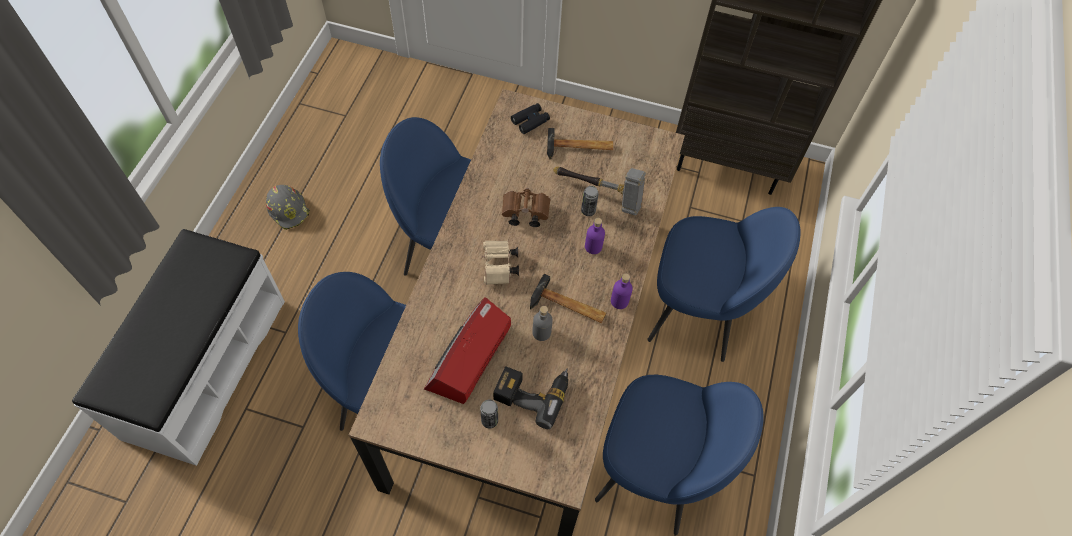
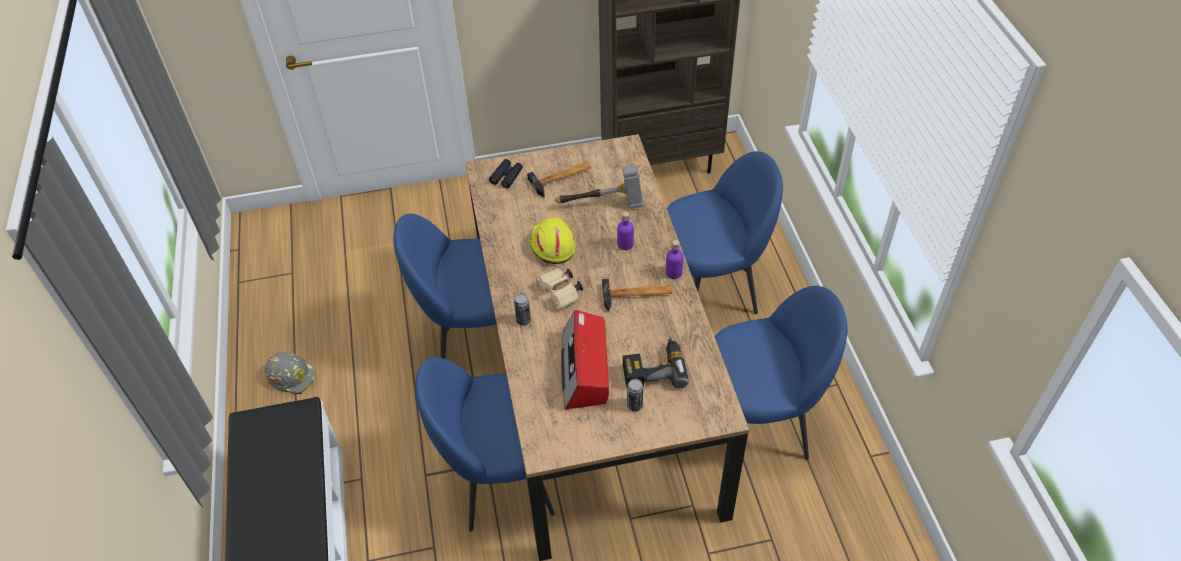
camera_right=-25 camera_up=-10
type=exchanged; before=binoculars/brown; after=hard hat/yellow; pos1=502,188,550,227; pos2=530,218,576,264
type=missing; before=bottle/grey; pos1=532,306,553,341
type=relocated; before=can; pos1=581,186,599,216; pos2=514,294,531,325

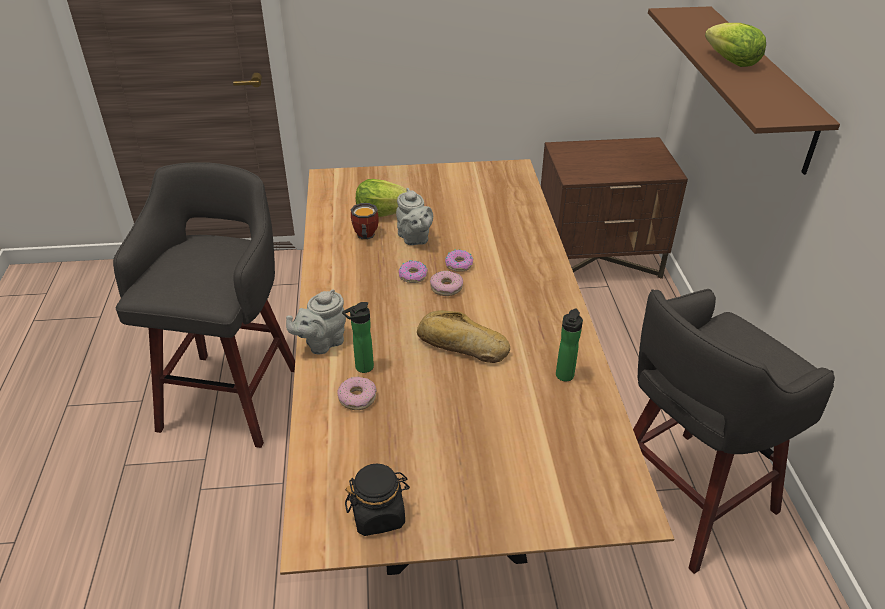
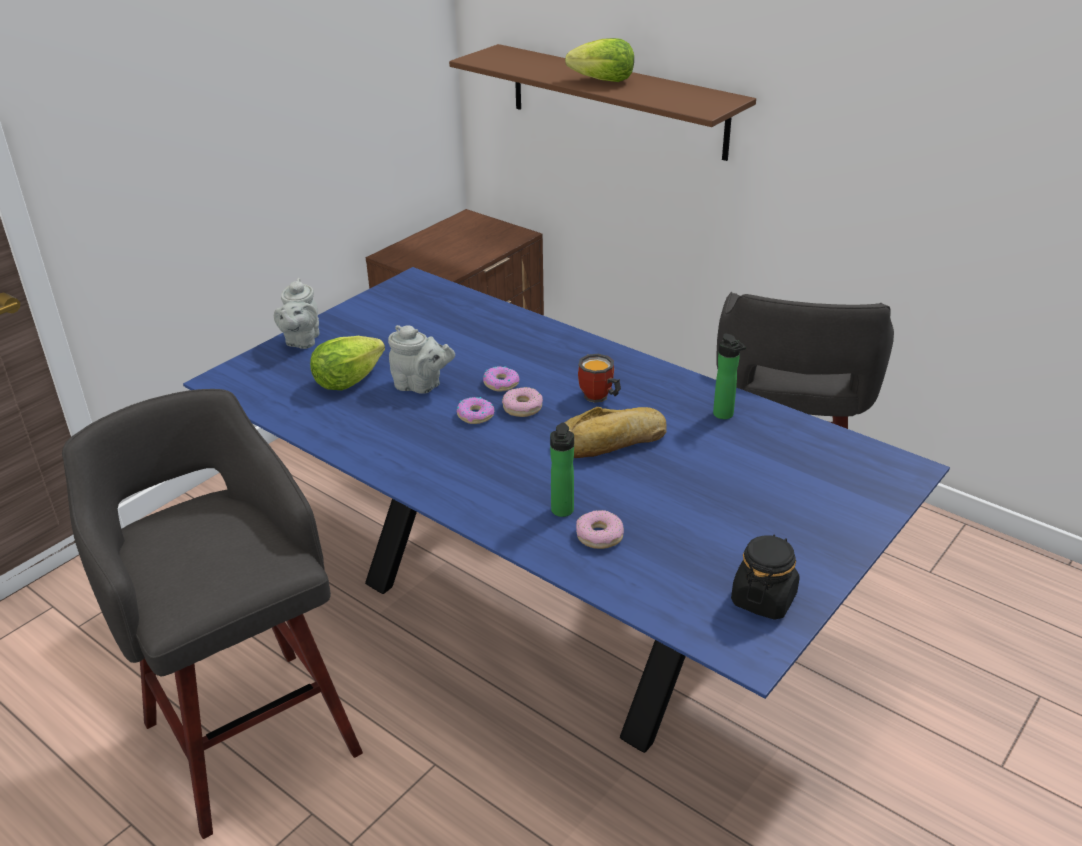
camera_right=-45 camera_up=-5
type=colour; before=dining table/brown; after=dining table/blue; pos1=280,159,674,575; pos2=183,267,950,753
type=relocated; before=teapot/grey; pos1=286,289,346,355; pos2=274,278,320,349
type=relocated; before=mug; pos1=351,203,379,240; pos2=578,354,621,403

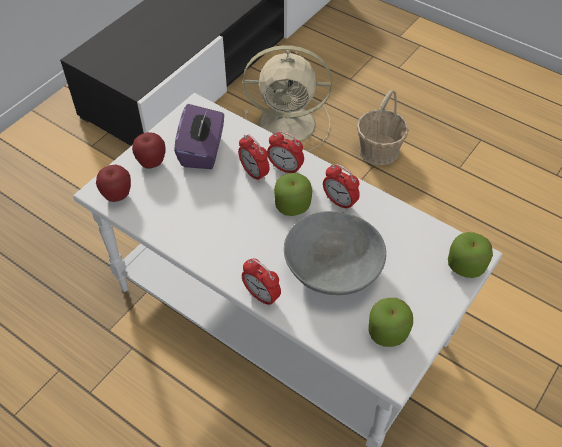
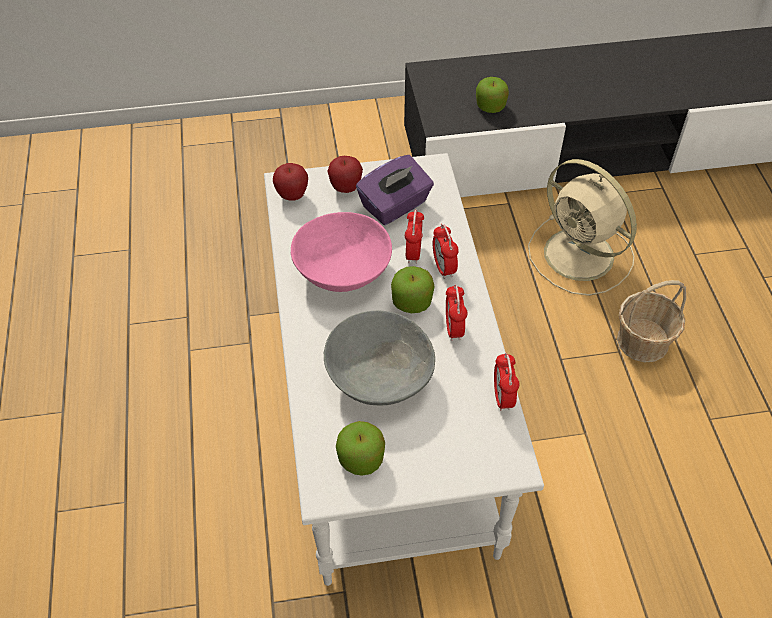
camera_right=45 camera_up=0
type=relocated; before=alarm clock; pos1=242,259,281,307; pos2=494,353,520,411
type=relocated; before=apple; pos1=448,232,493,278; pos2=476,77,509,113
type=appeared; after=bowl/pink; pos2=291,212,392,292

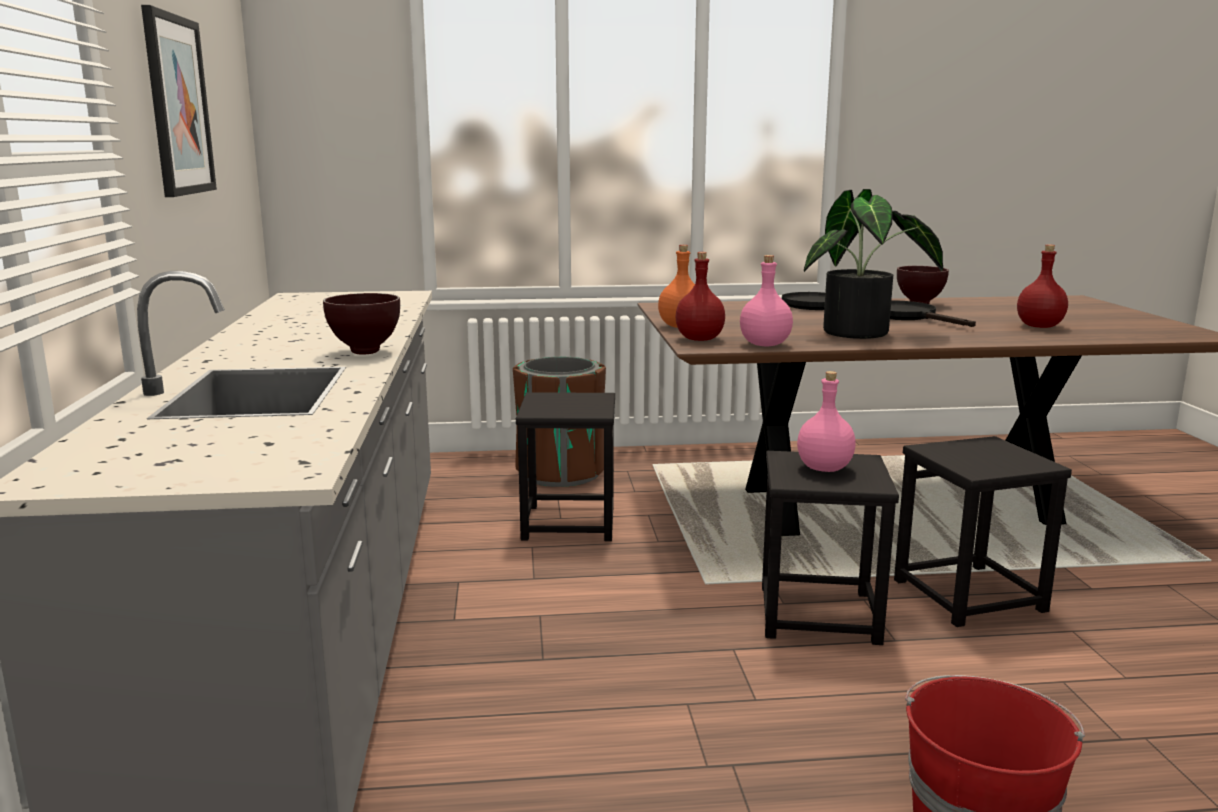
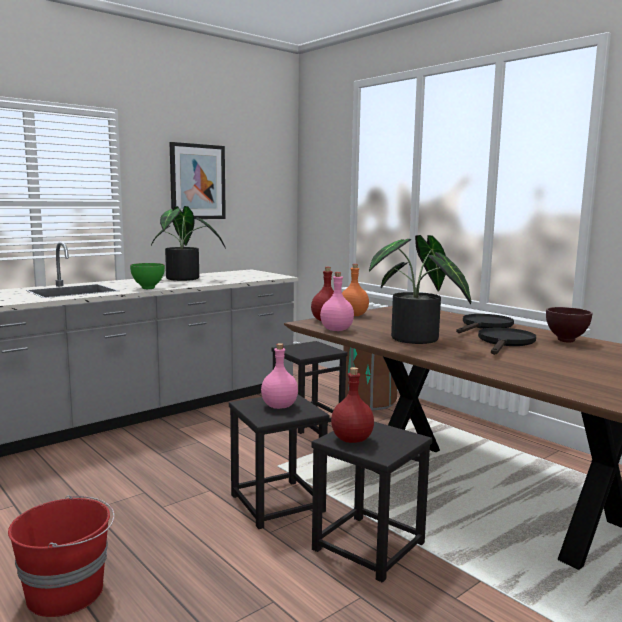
camera_right=55 camera_up=-5
type=colour; before=bowl/brown; after=bowl/green; pos1=323,293,400,354; pos2=130,263,165,289
type=relocated; before=bottle/red; pos1=1017,245,1068,328; pos2=331,367,374,443
type=appeared; after=potted plant; pos2=151,206,226,281

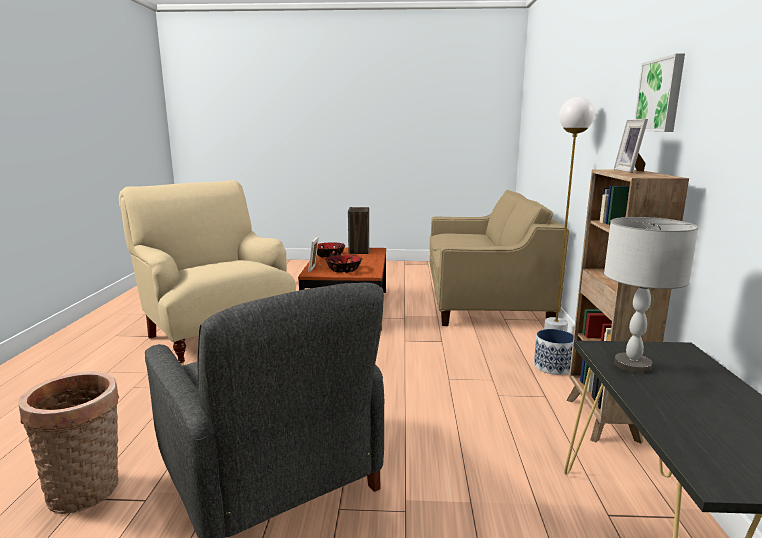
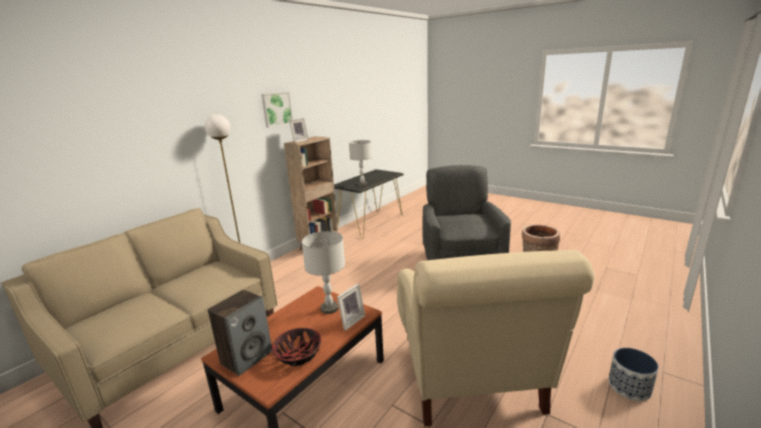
camera_right=-145 camera_up=5
type=exchanged; before=bowl; after=table lamp/grey; pos1=325,255,362,273; pos2=302,231,345,314
type=relocated; before=planter; pos1=534,329,574,375; pos2=608,348,659,401

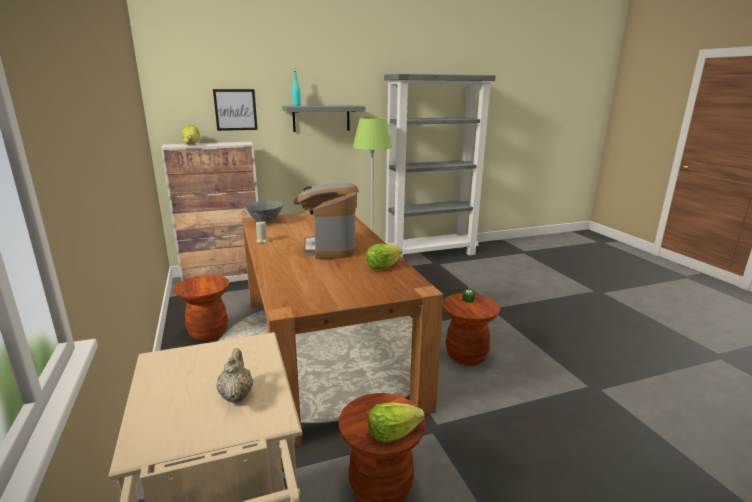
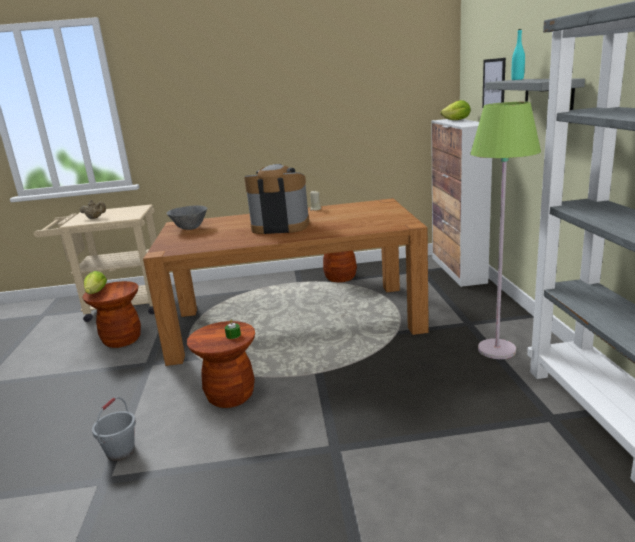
camera_right=105 camera_up=0
type=relocated; before=bowl/grey; pos1=244,201,284,223; pos2=166,205,207,230
type=missing; before=lettuce; pos1=366,244,402,270
type=appeared; after=bucket/grey; pos2=92,397,136,461

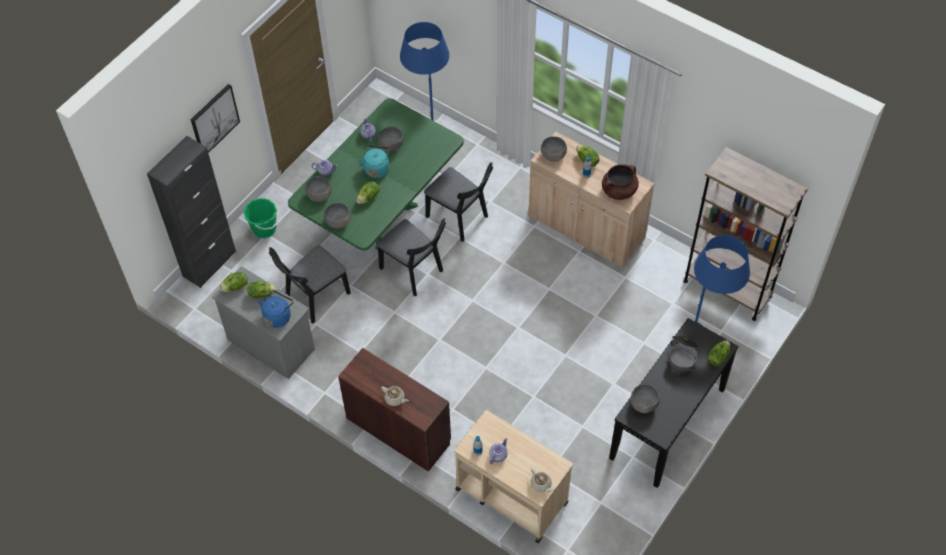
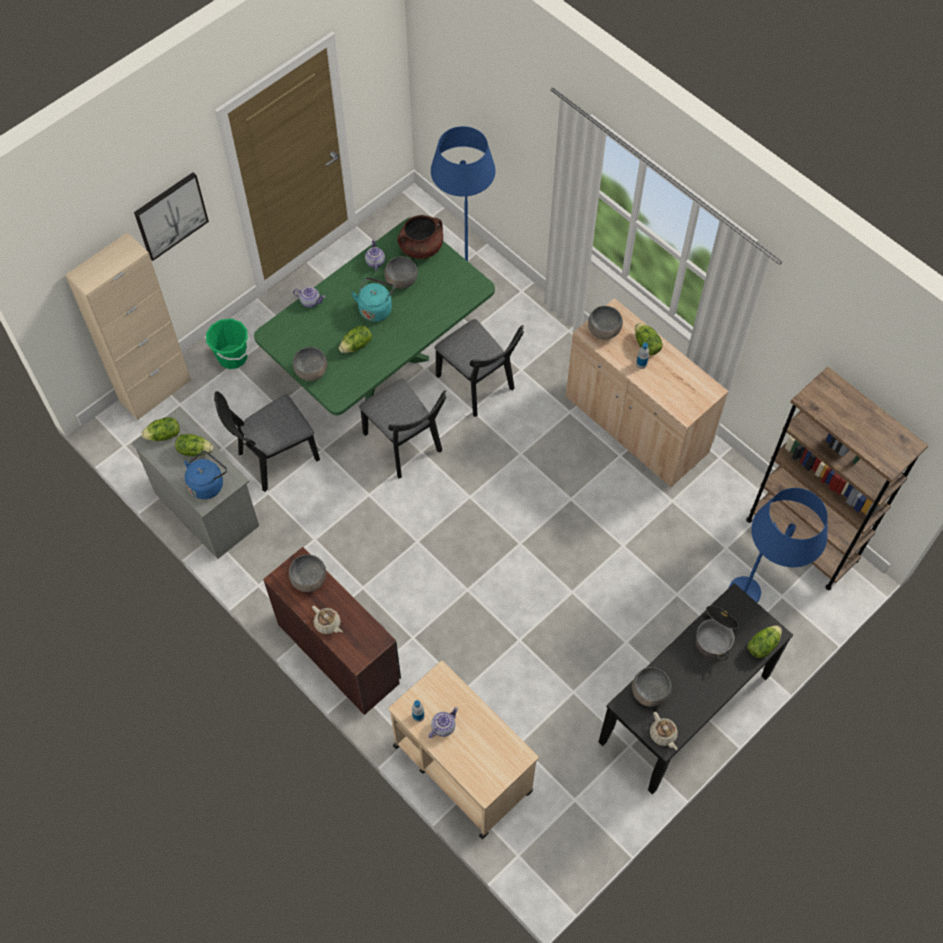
camera_right=10 camera_up=5
type=colour; before=cabinet/black; after=cabinet/beige; pos1=147,136,236,288; pos2=65,232,191,420
type=relocated; before=bowl/grey; pos1=305,176,332,202; pos2=289,555,326,592
type=relocated; before=teapot/beige; pos1=530,468,553,493; pos2=650,712,678,750
type=relocated; before=cooking pot/brown; pos1=602,164,639,200; pos2=397,215,443,259

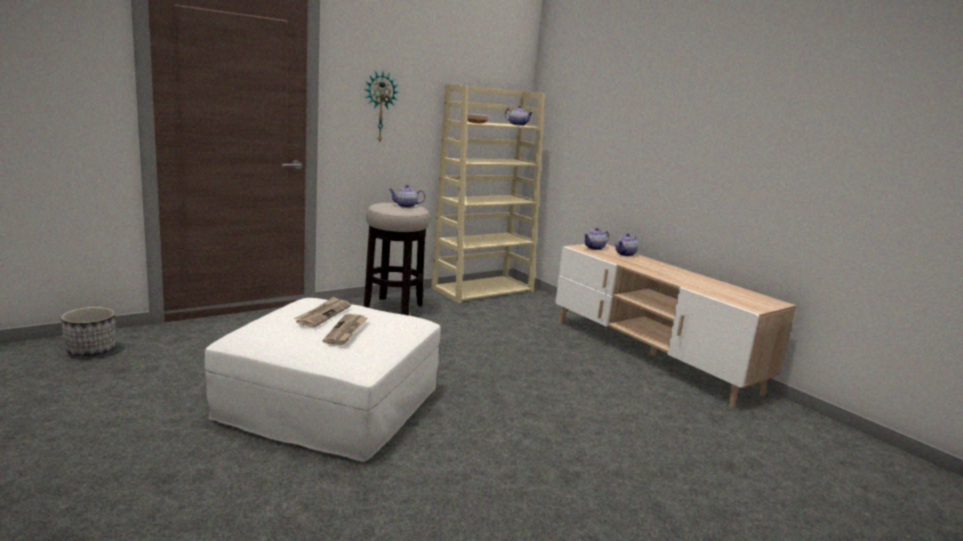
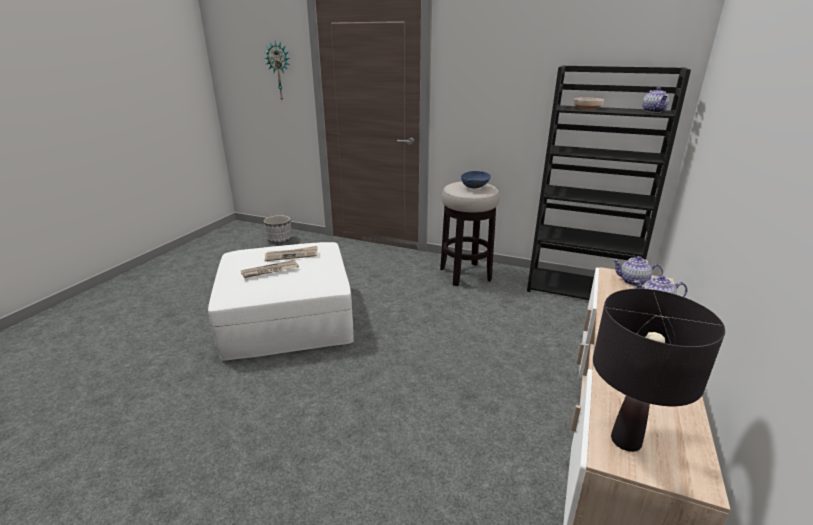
camera_right=60 camera_up=10
type=relocated; before=wall clock; pos1=364,71,399,142; pos2=264,41,290,100
type=exchanged; before=teapot; after=bowl/blue; pos1=389,185,425,208; pos2=461,171,491,189
type=colour; before=bookcase/beige; after=bookcase/black; pos1=431,84,545,304; pos2=527,65,691,300
type=appeared; after=table lamp/black; pos2=593,289,725,452

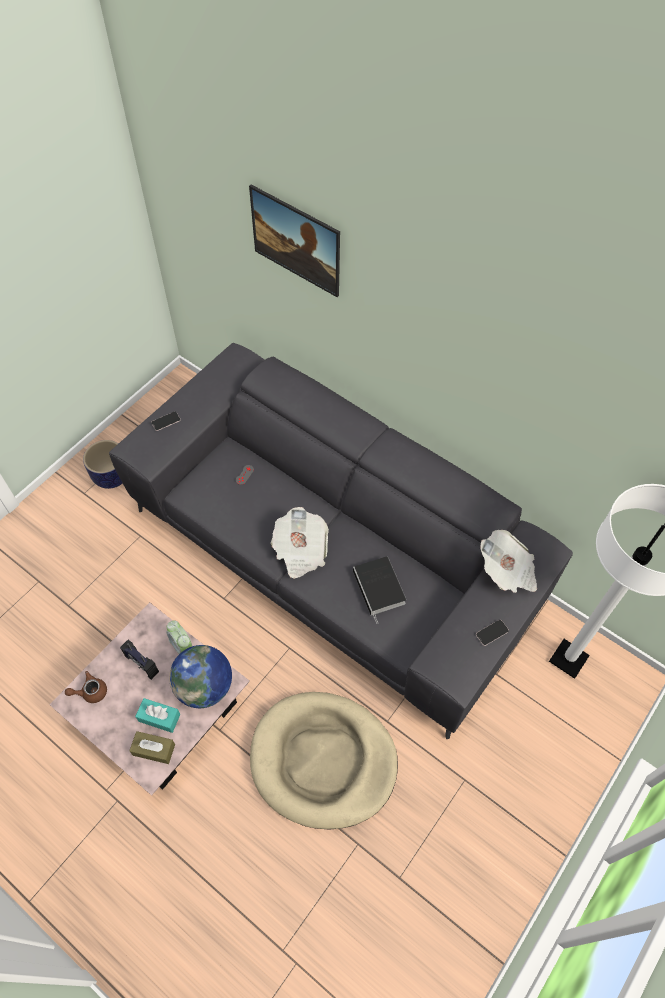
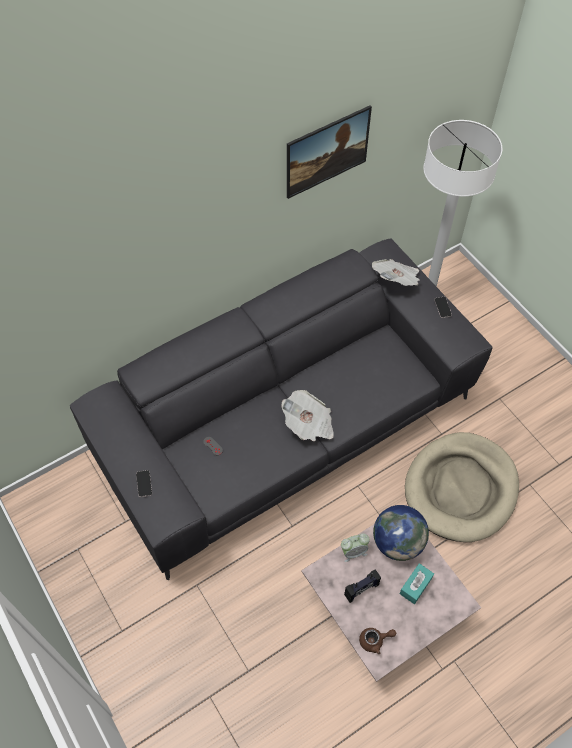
camera_right=-70 camera_up=0
type=spun; before=teapot/brown; pos1=65,671,107,703; pos2=359,628,396,654; turn=-105
type=missing; before=planter; pos1=83,440,123,489
type=missing; before=tissue box/brown; pos1=129,731,175,764
type=relocated; before=picture; pos1=249,185,340,297; pos2=287,105,372,199
type=missing; before=book; pos1=353,556,406,624

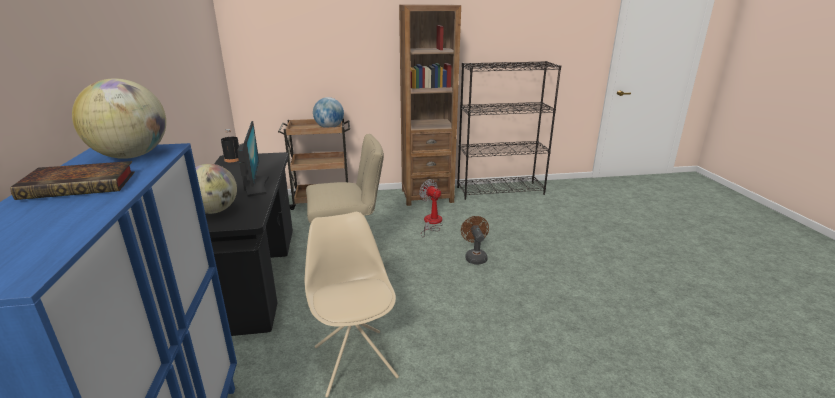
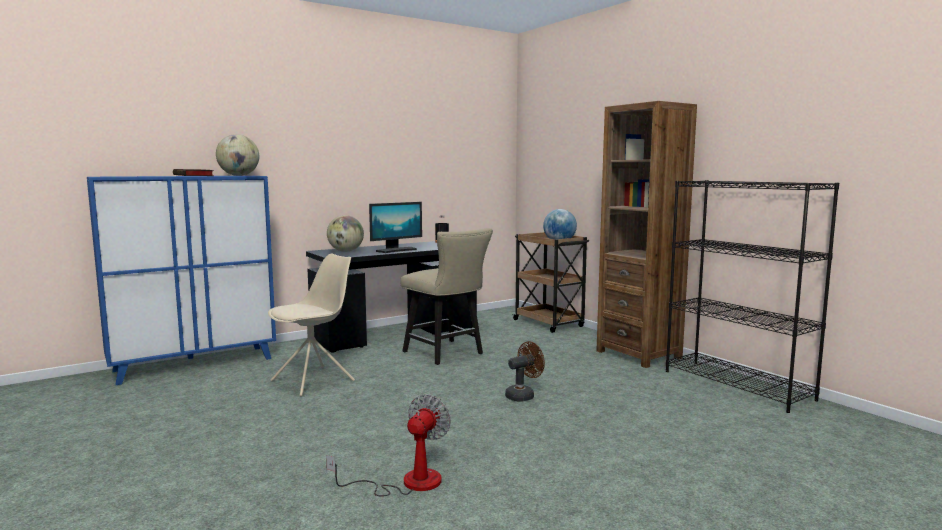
camera_right=65 camera_up=-15
type=relocated; before=fan; pos1=419,179,443,238; pos2=326,394,451,497

